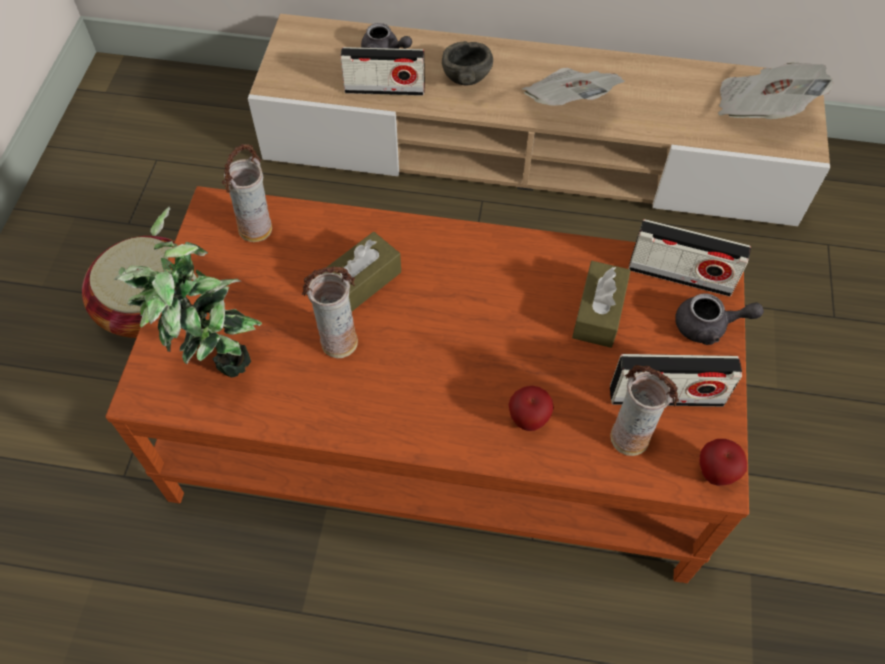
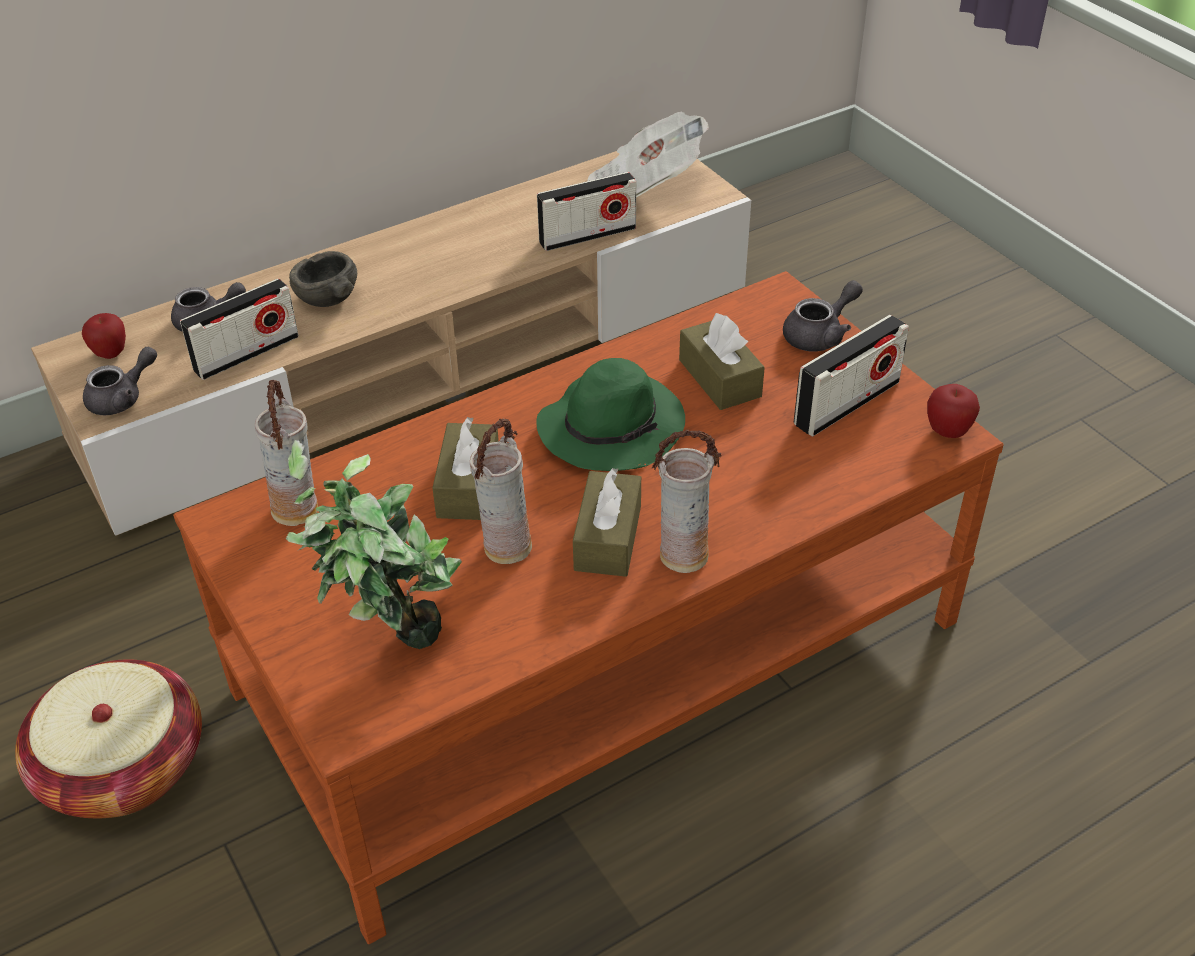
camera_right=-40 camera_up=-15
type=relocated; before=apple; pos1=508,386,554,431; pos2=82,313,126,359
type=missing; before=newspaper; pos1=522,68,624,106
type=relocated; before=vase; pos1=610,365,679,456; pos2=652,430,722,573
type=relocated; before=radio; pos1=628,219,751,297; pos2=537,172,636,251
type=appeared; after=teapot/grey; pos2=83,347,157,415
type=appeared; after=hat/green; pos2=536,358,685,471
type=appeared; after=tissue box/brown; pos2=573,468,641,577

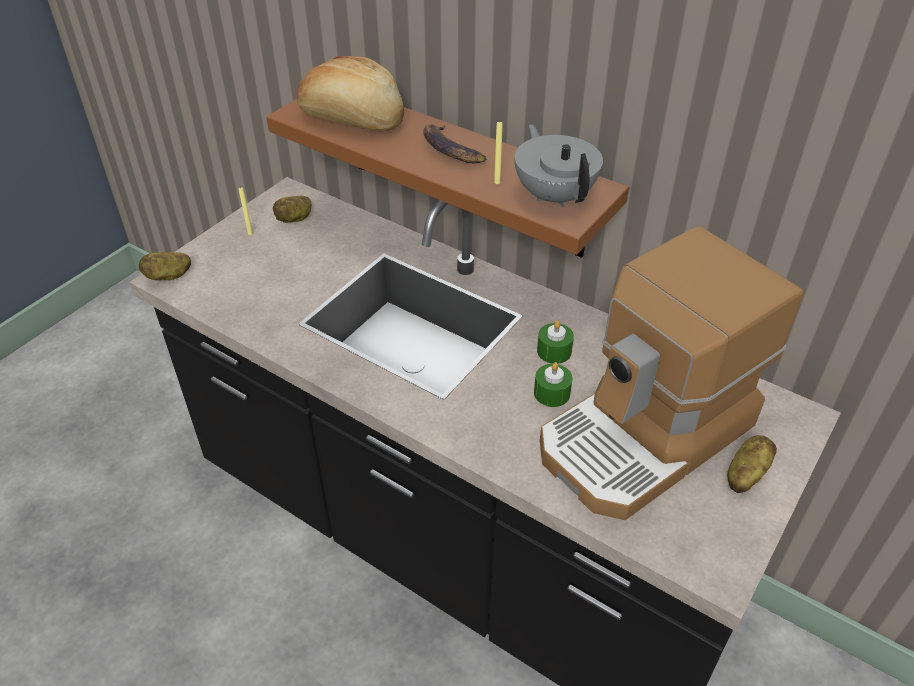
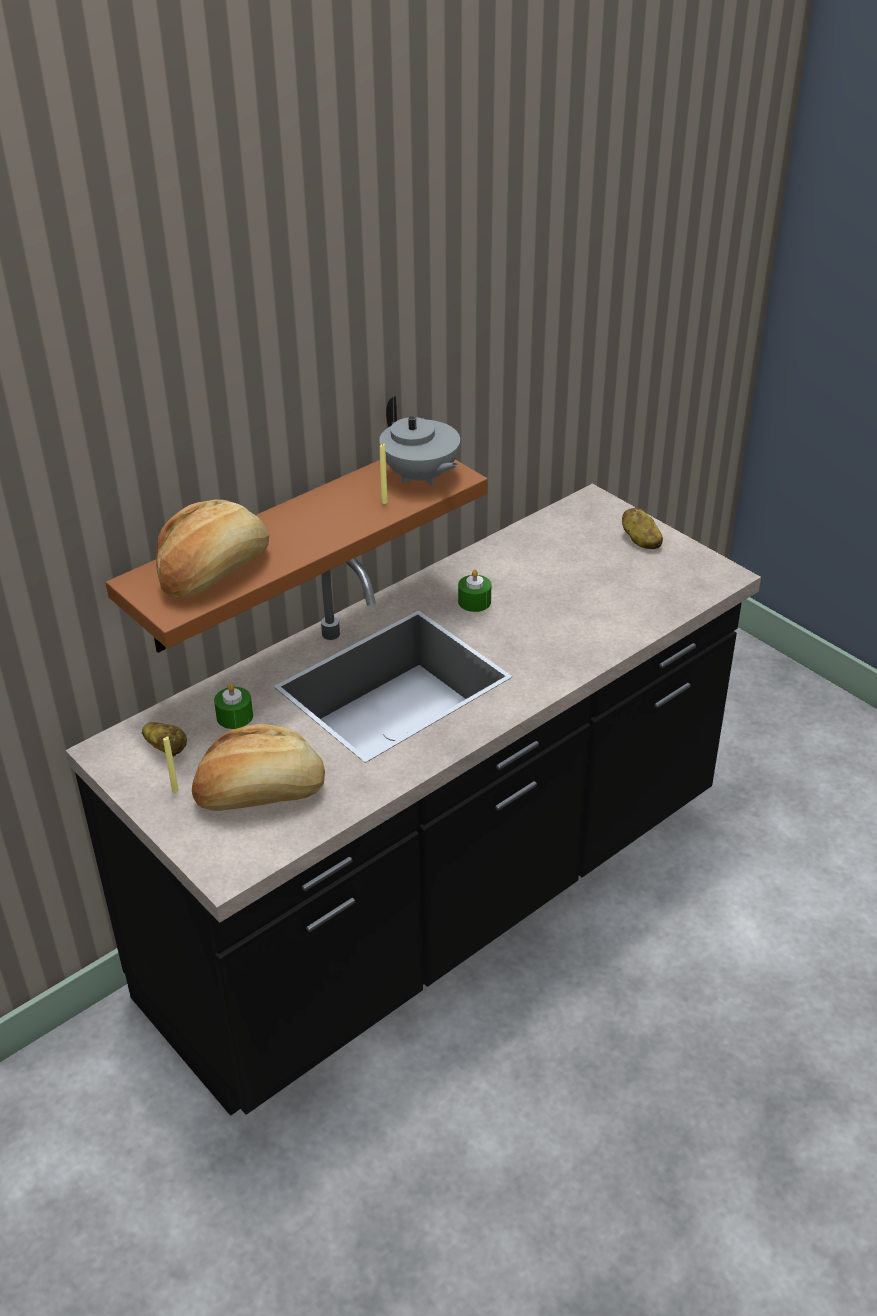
camera_right=-75 camera_up=-5
type=missing; before=potato; pos1=139,252,191,280
type=missing; before=banana; pos1=423,124,487,163
type=spun; before=teapot/grey; pos1=515,125,603,208; pos2=379,396,460,485; turn=-120
type=relocated; before=candle/green; pos1=534,362,572,407; pos2=214,683,253,729
type=missing; before=coffee machine; pos1=540,226,804,520
type=appeared; after=bread; pos2=192,724,325,811

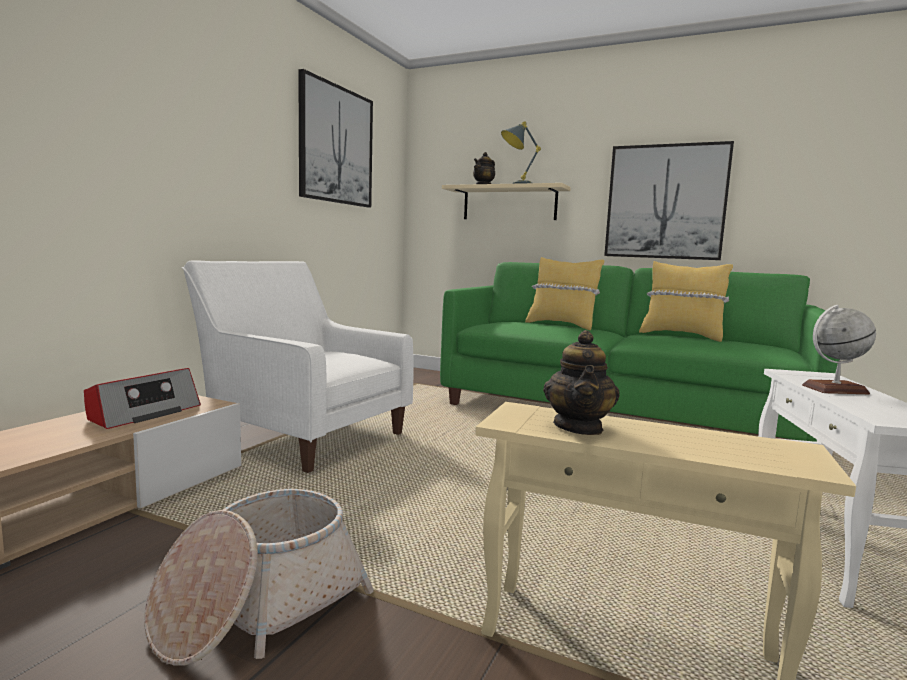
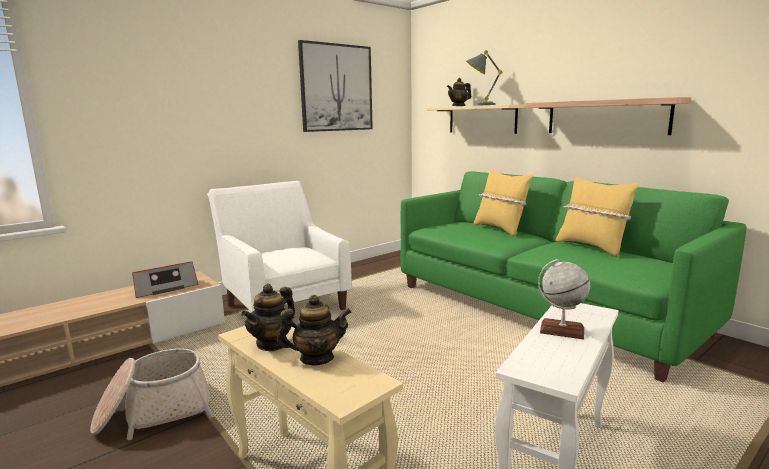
camera_right=25 camera_up=5
type=exchanged; before=picture; after=shelf; pos1=604,141,734,260; pos2=526,97,691,135
type=appeared; after=teapot; pos2=277,295,352,366

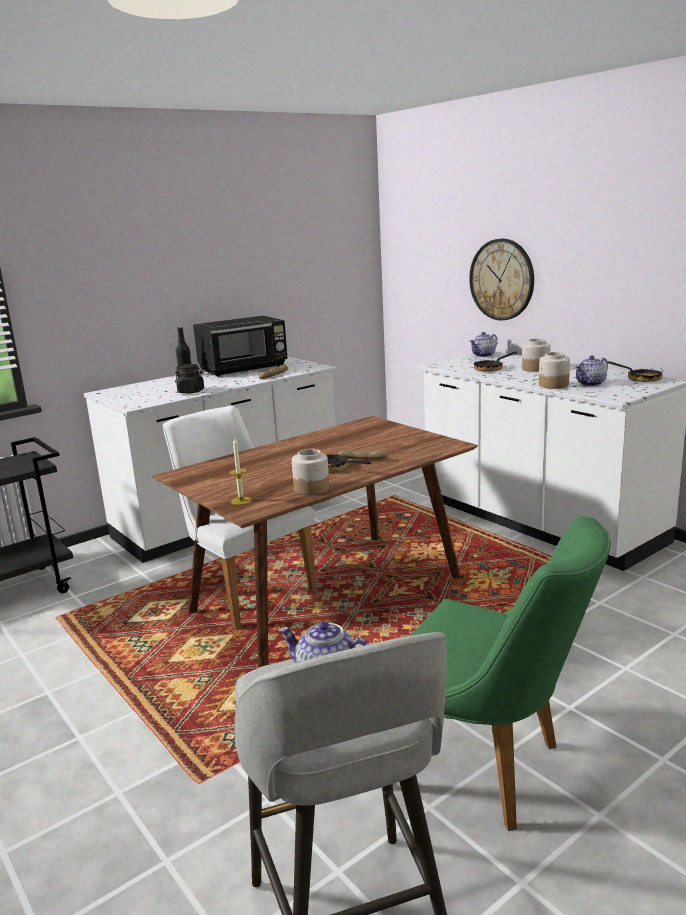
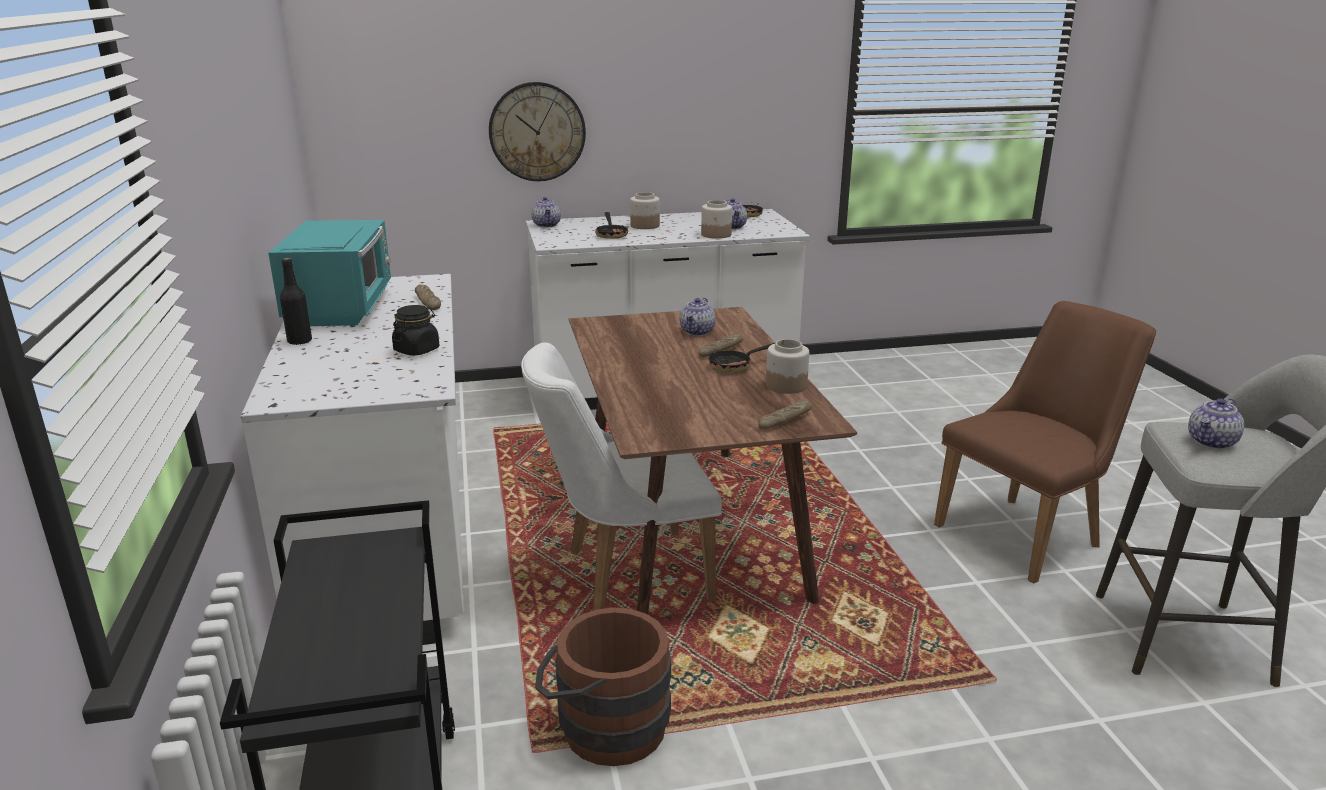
camera_right=-65 camera_up=5
type=colour; before=microwave/black; after=microwave/turquoise; pos1=193,316,287,377; pos2=268,220,391,327
type=exchanged; before=candle; after=bread; pos1=229,438,252,505; pos2=758,400,812,430
type=colour; before=chair/green; after=chair/brown; pos1=410,516,611,831; pos2=934,301,1156,584
type=appeared; after=bucket/brown; pos2=535,608,671,766
type=appeared; after=teapot; pos2=680,298,716,336

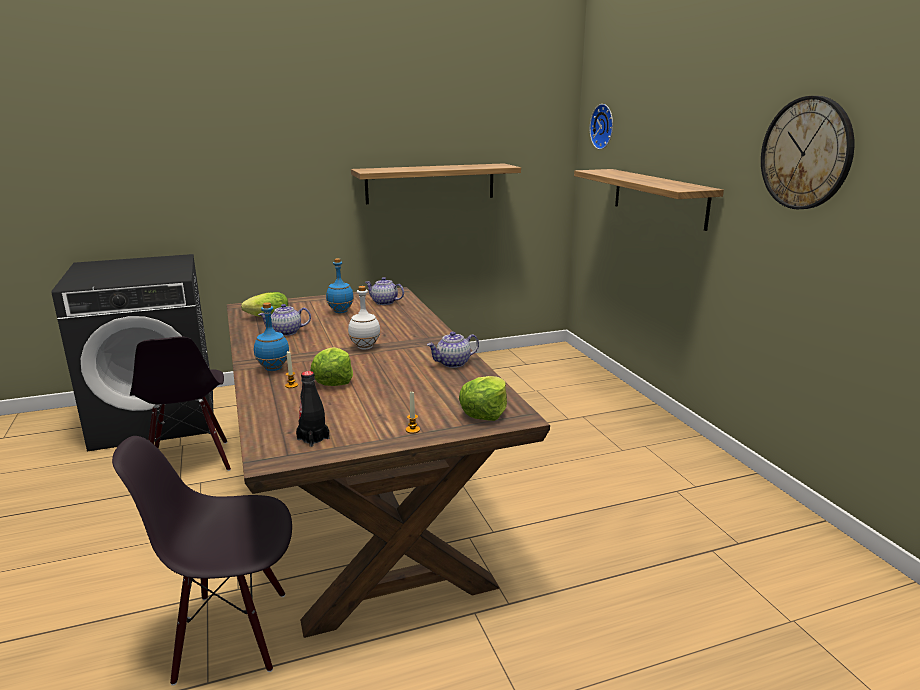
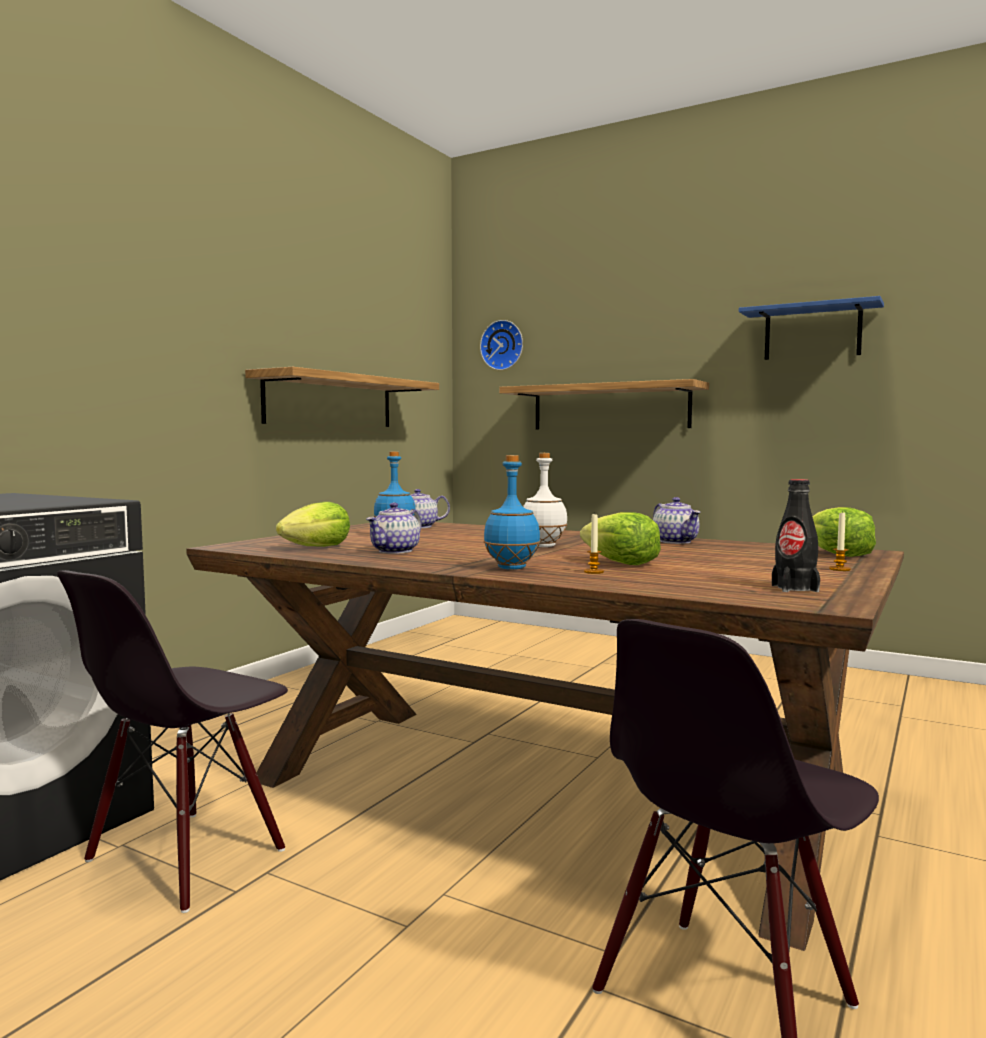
camera_right=-40 camera_up=-15
type=spun; before=chair/black; pos1=130,337,231,471; pos2=57,570,288,913; turn=90
type=spun; before=teapot; pos1=427,332,479,368; pos2=653,497,700,544; turn=-45
type=exchanged; before=wall clock; after=shelf/blue; pos1=761,96,854,209; pos2=739,296,884,360

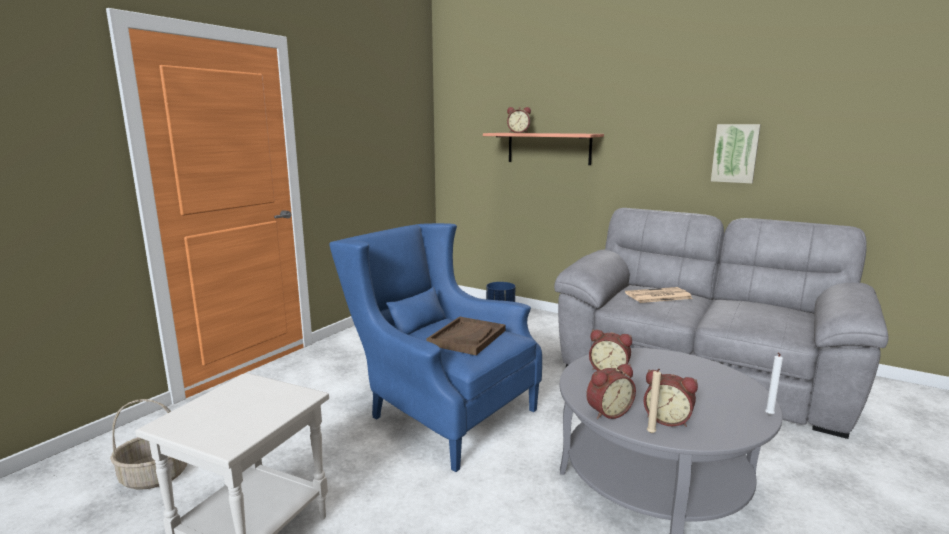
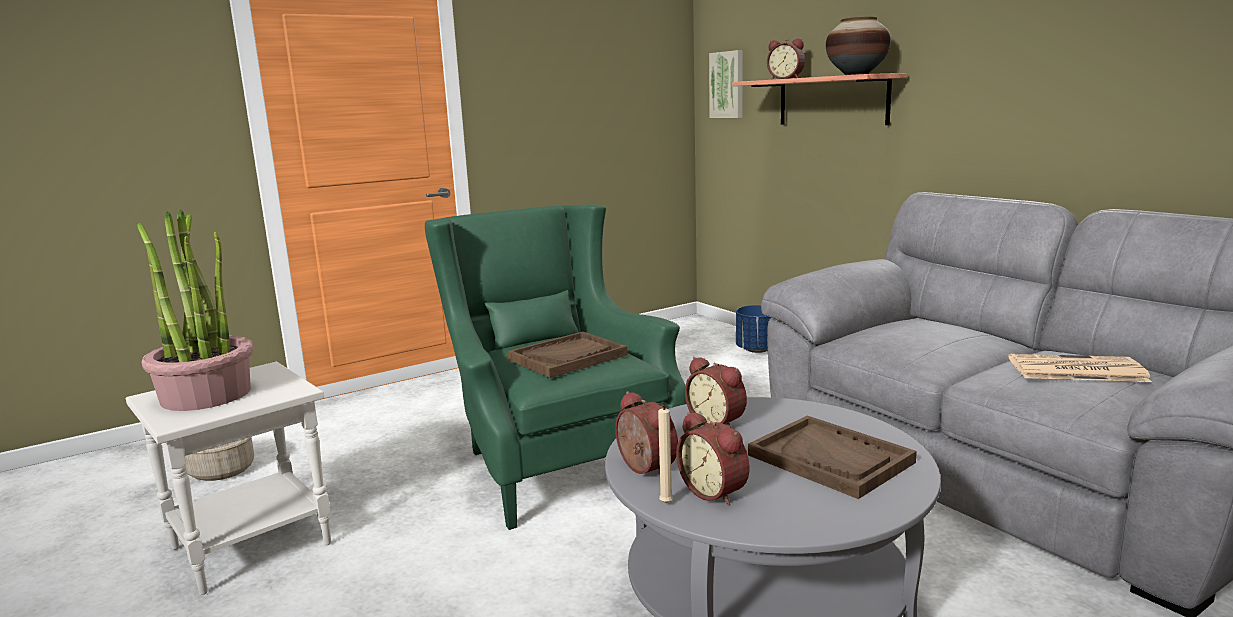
camera_right=25 camera_up=0
type=colour; before=armchair/blue; after=armchair/green; pos1=329,223,542,472; pos2=425,205,687,530
type=spun; before=alarm clock; pos1=586,364,636,419; pos2=615,391,678,474; turn=-120
type=relocated; before=newspaper; pos1=625,287,693,303; pos2=1008,354,1152,382
type=relocated; before=picture; pos1=711,124,761,184; pos2=709,50,743,118
type=missing; before=candle/white; pos1=765,353,783,415
type=appeared; after=potted plant; pos2=137,209,254,411
type=appeared; after=tray/brown; pos2=748,416,917,499
type=appeared; after=vase; pos2=826,17,891,75

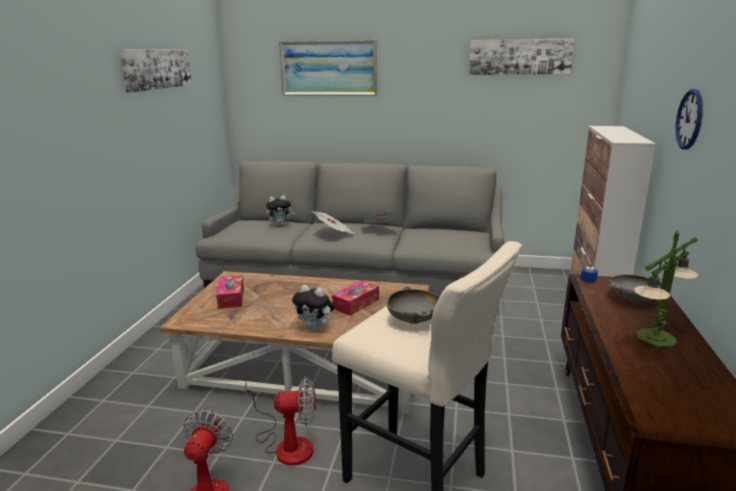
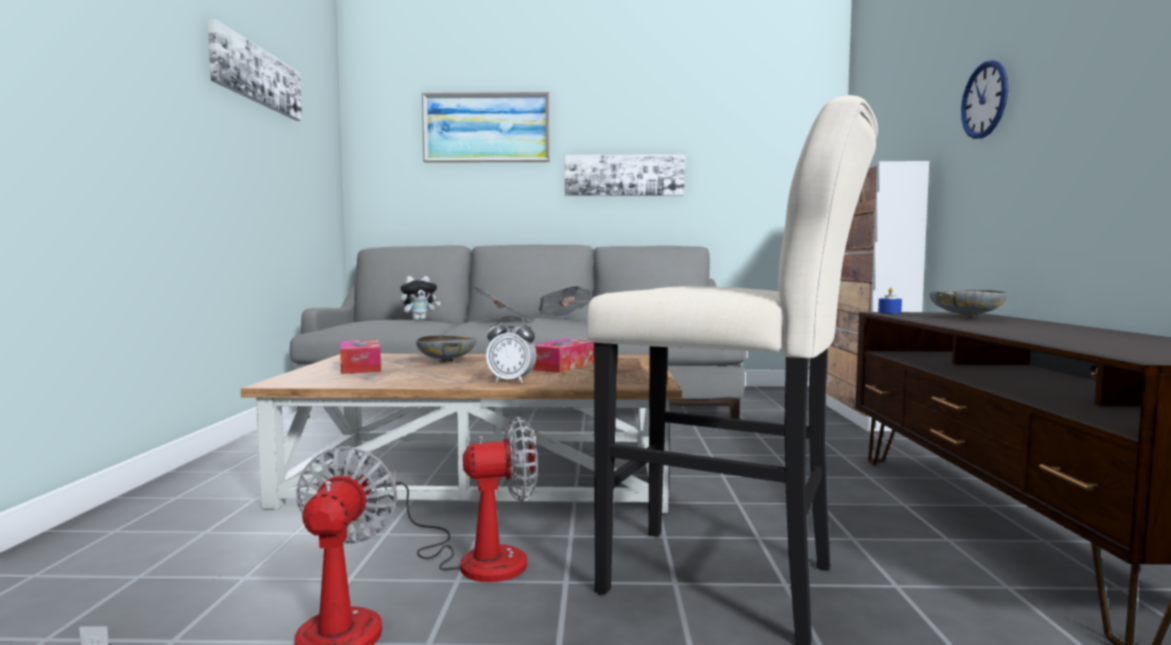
camera_right=-10 camera_up=-15
type=exchanged; before=plush toy; after=alarm clock; pos1=292,285,335,331; pos2=486,316,537,383
type=relocated; before=bowl/grey; pos1=387,287,440,324; pos2=416,334,476,363
type=relocated; before=picture; pos1=469,38,575,75; pos2=565,154,685,196
type=missing; before=table lamp; pos1=634,231,698,348

